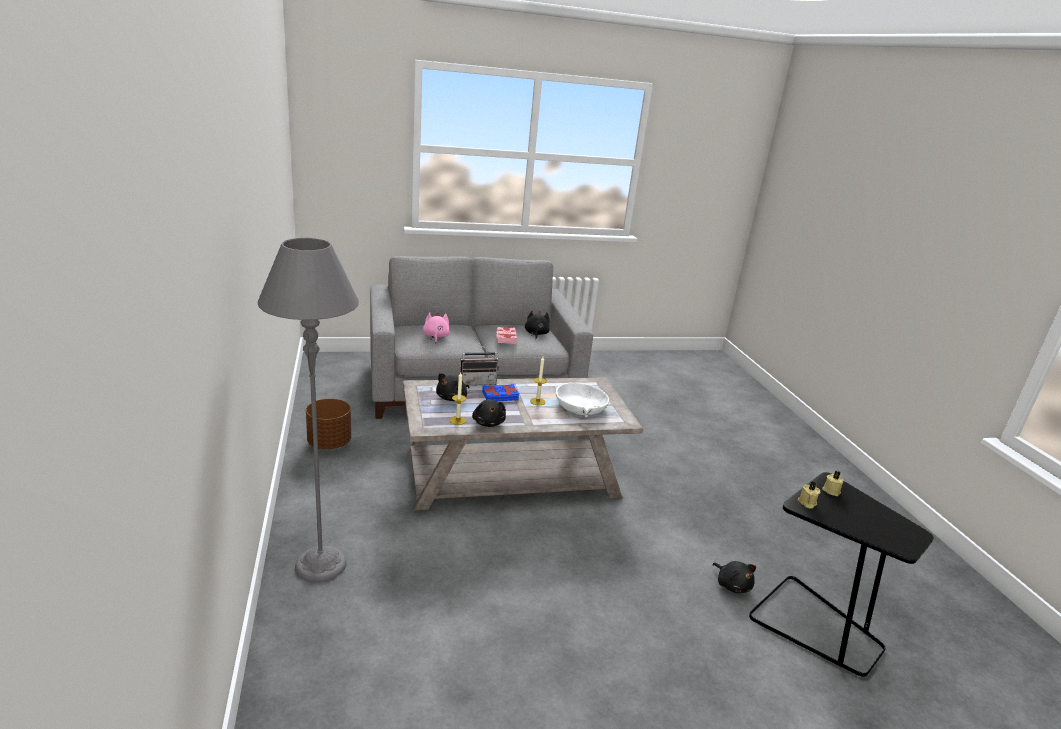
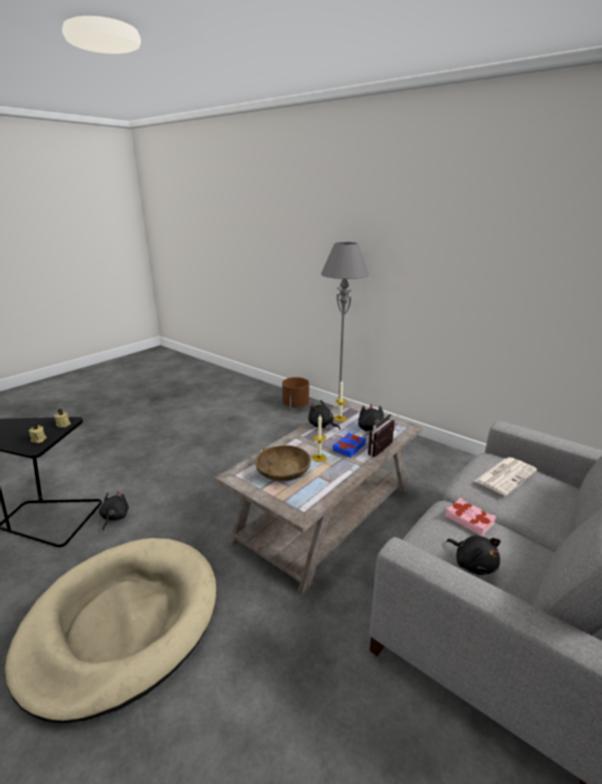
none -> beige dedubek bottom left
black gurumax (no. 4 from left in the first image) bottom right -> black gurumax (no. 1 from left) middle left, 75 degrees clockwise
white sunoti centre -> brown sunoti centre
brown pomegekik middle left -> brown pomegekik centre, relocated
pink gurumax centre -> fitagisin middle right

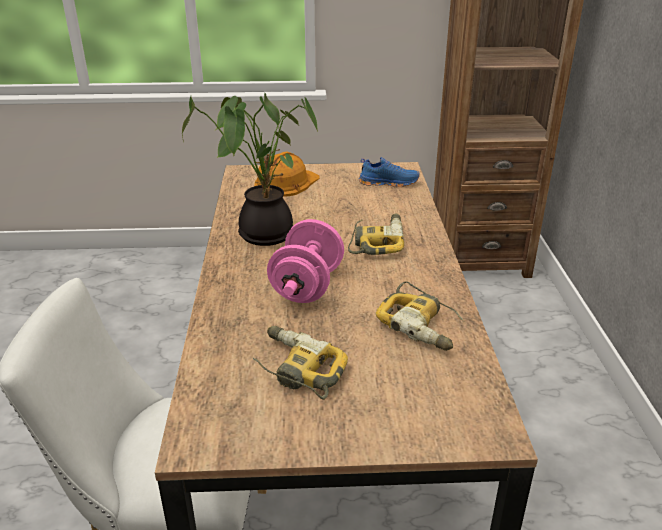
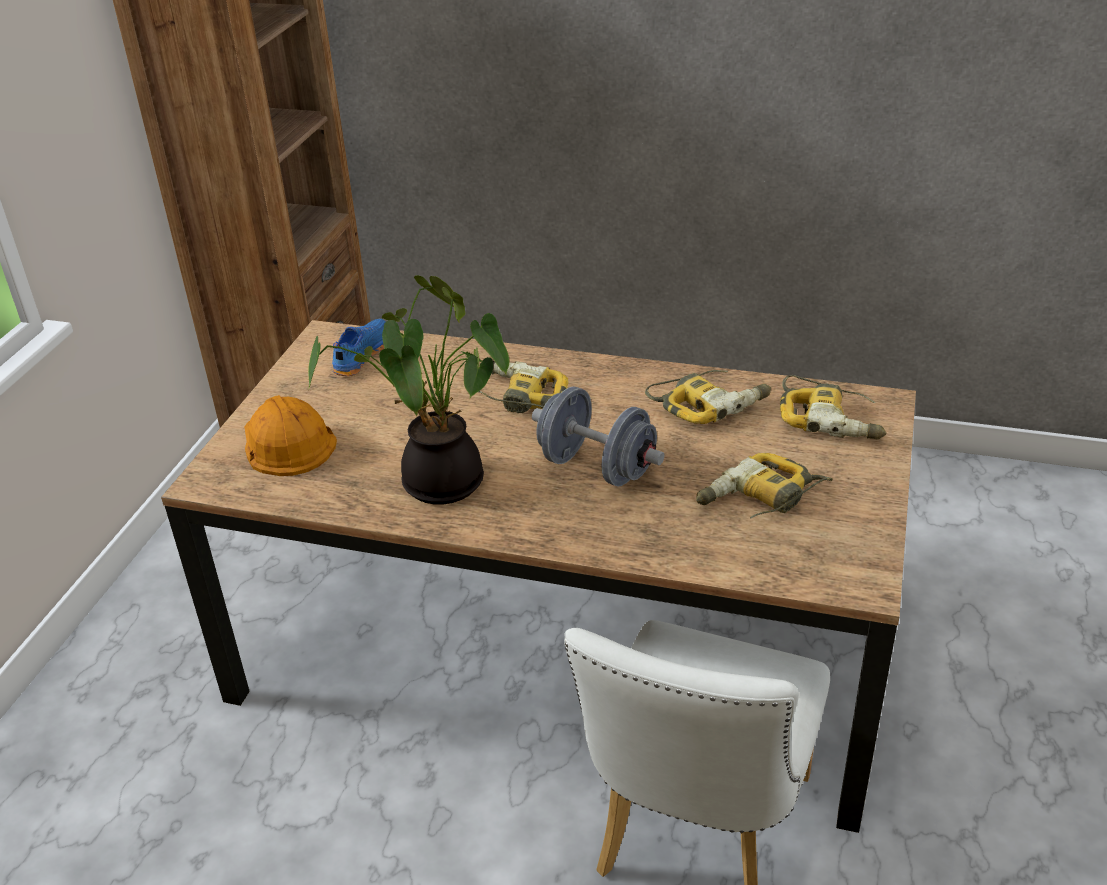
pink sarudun centre -> grey sarudun centre
none -> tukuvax (no. 4 from left) middle right

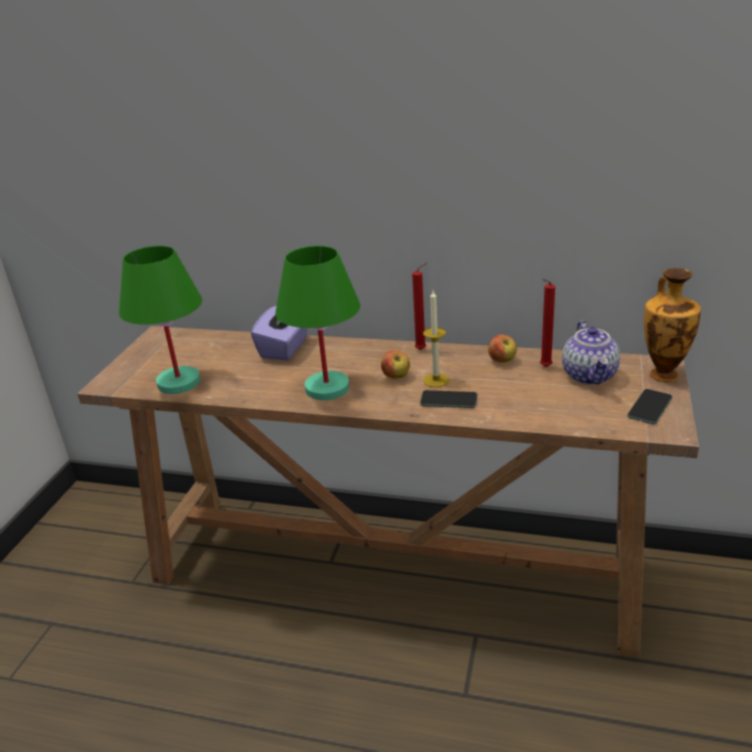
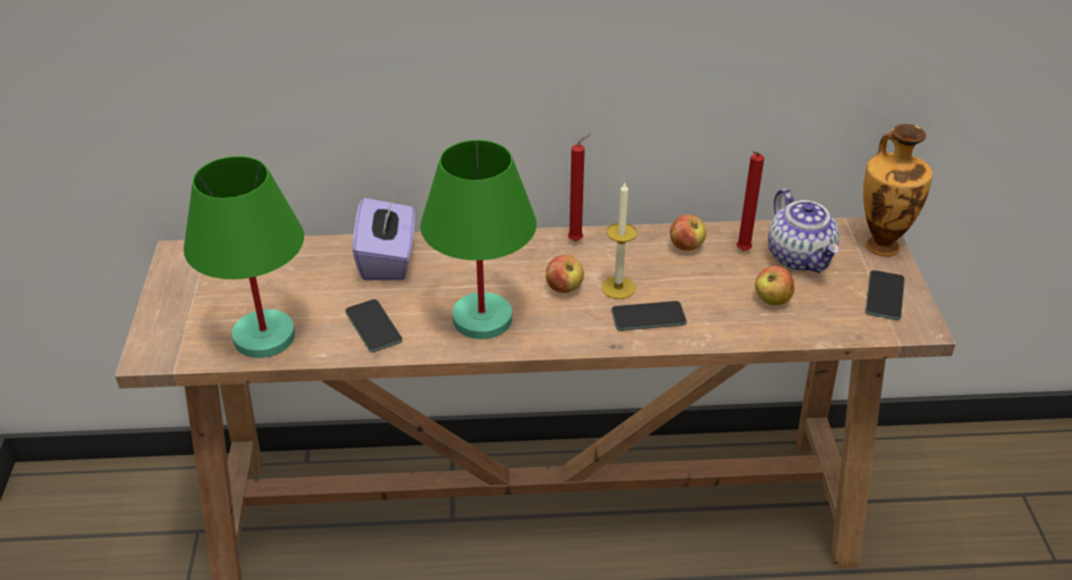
none -> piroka (no. 1 from left) centre
none -> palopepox (no. 3 from left) middle right

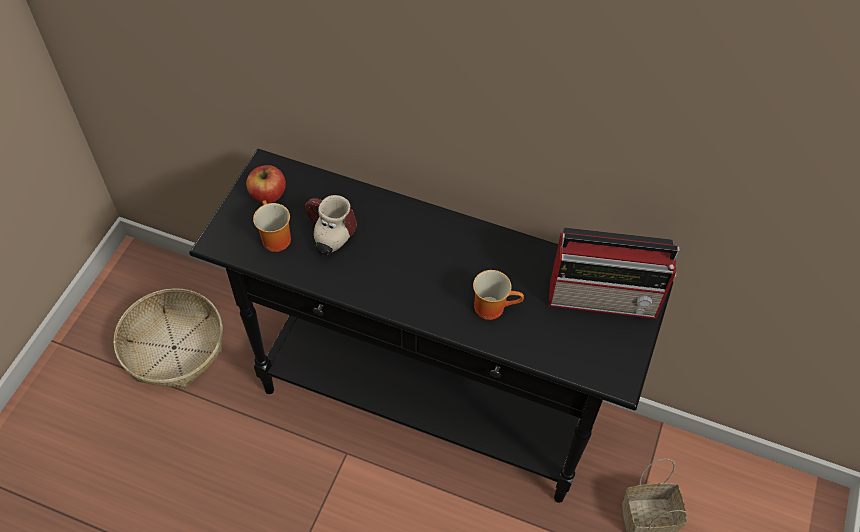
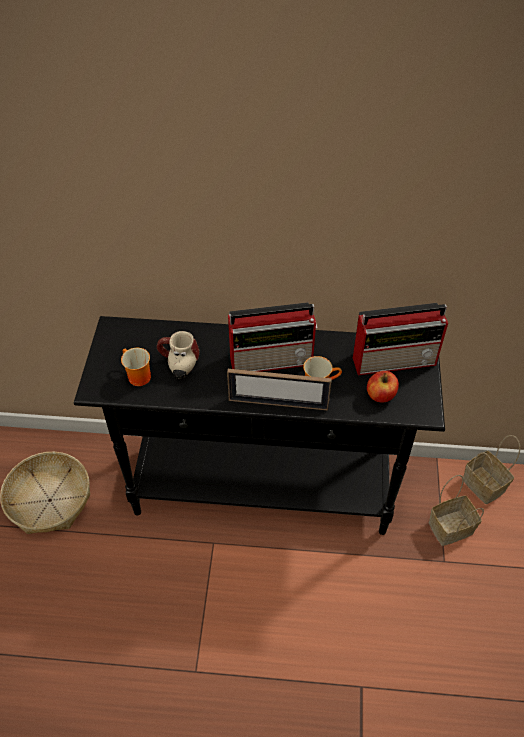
none -> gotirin centre
none -> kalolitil (no. 1 from left) centre
palopepox middle left -> palopepox middle right, relocated
none -> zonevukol (no. 3 from left) middle right

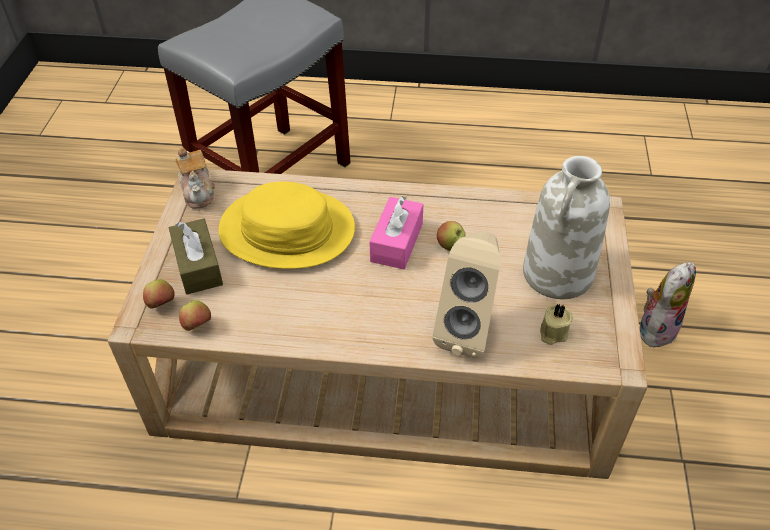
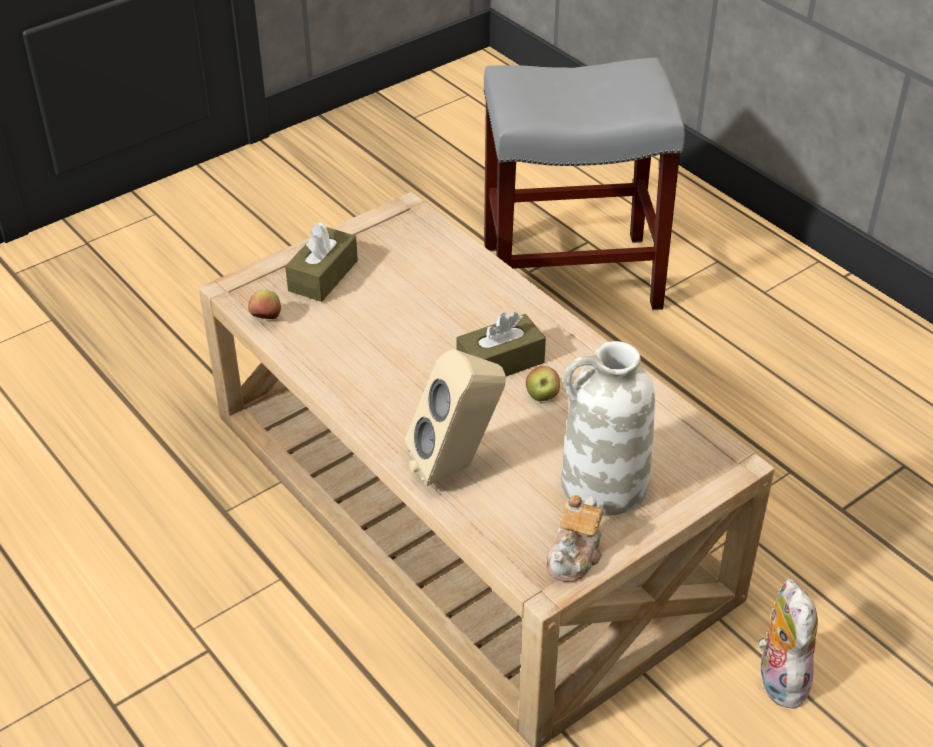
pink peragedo centre -> brown peragedo (no. 2 from left) centre
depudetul middle left -> depudetul bottom centre, relocated
gurumax middle right -> gurumax bottom right, 90 degrees counterclockwise
palopepox (no. 1 from left) middle left -> none
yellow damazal centre -> none
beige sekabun middle right -> none

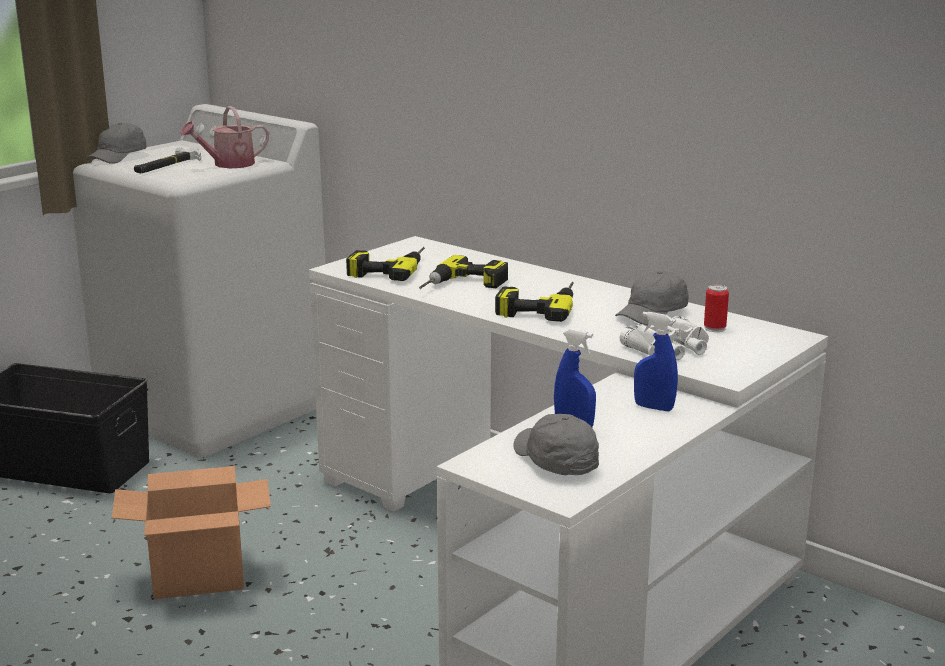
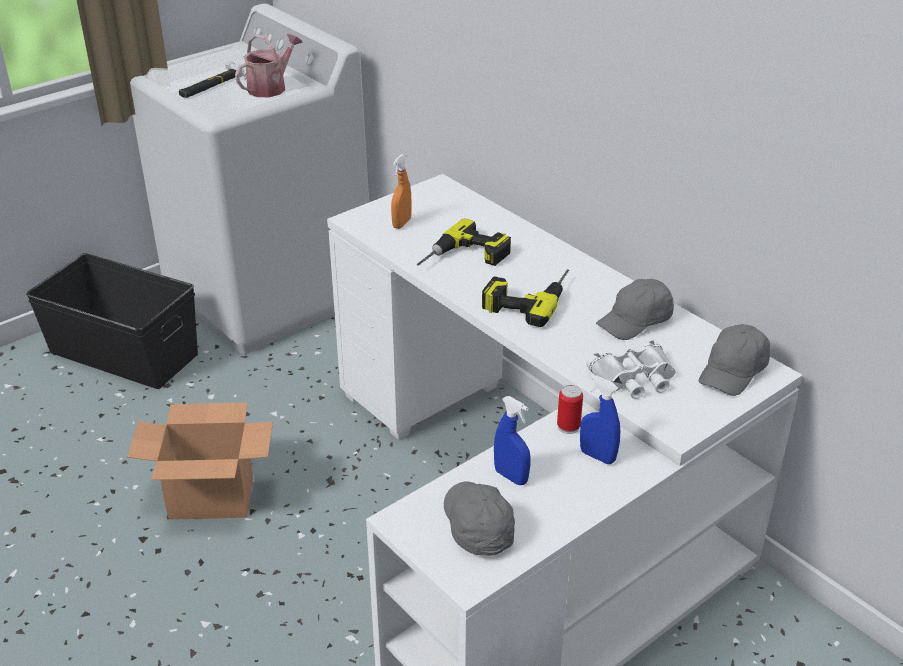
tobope top left, 150 degrees clockwise
tukuvax (no. 1 from left) centre -> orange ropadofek top centre
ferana middle right -> ferana centre, relocated
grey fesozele (no. 1 from left in the first image) top left -> grey fesozele (no. 3 from left) middle right, relocated

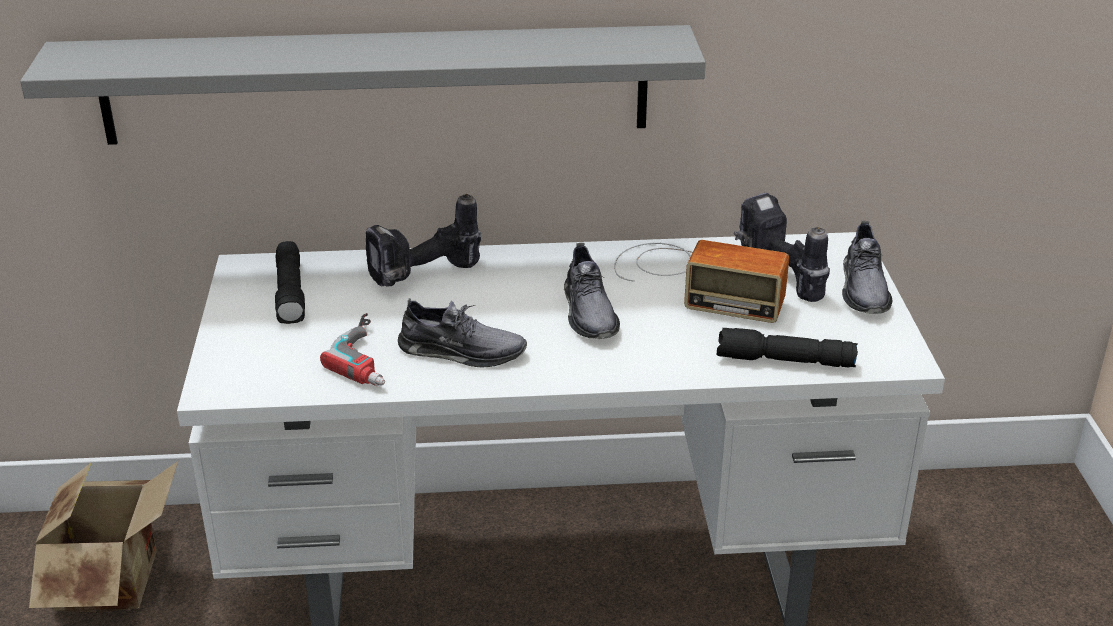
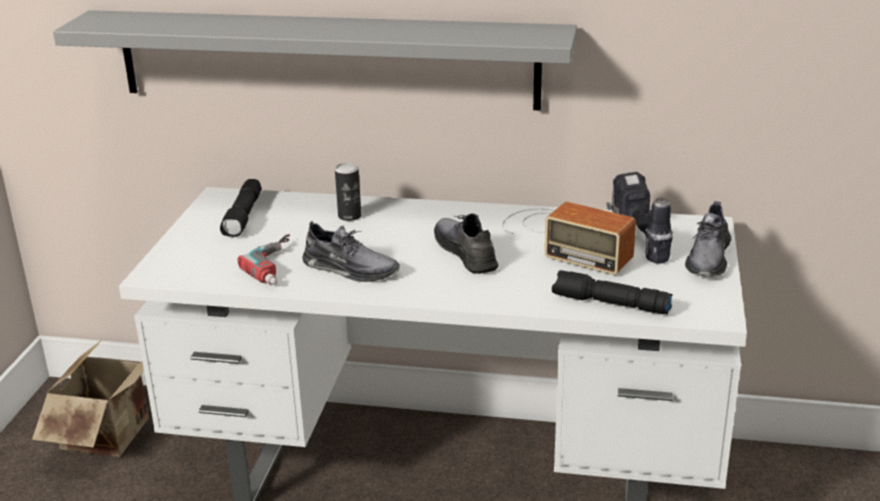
tukuvax (no. 2 from left) centre -> ferana centre
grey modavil (no. 2 from left) centre, 150 degrees clockwise

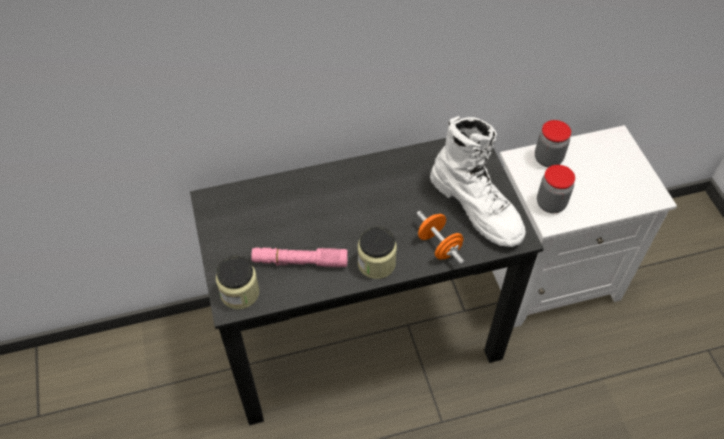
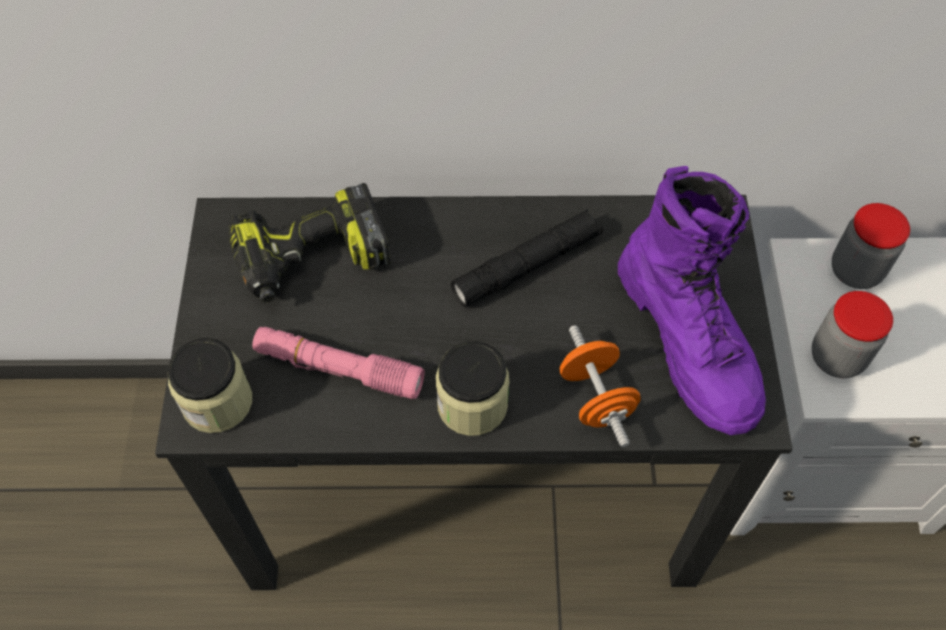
none -> tukuvax middle left
none -> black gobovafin centre
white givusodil centre -> purple givusodil middle right

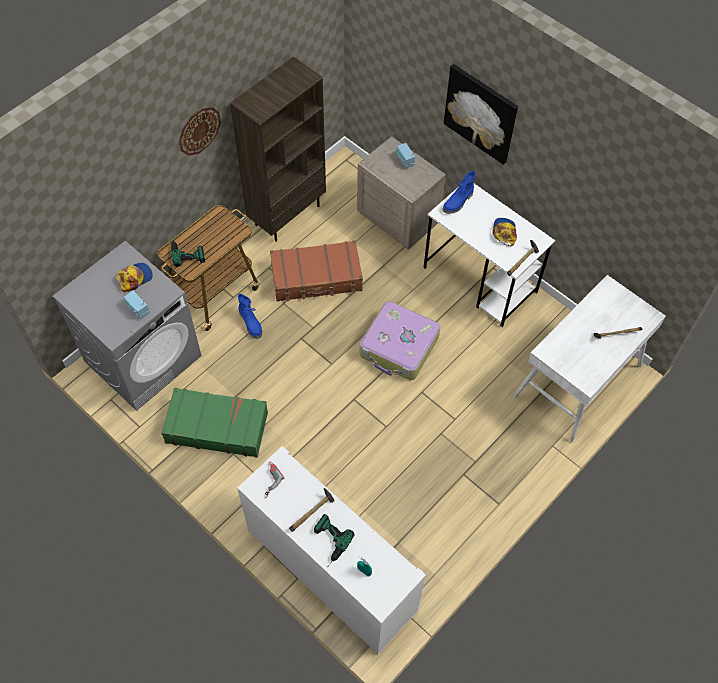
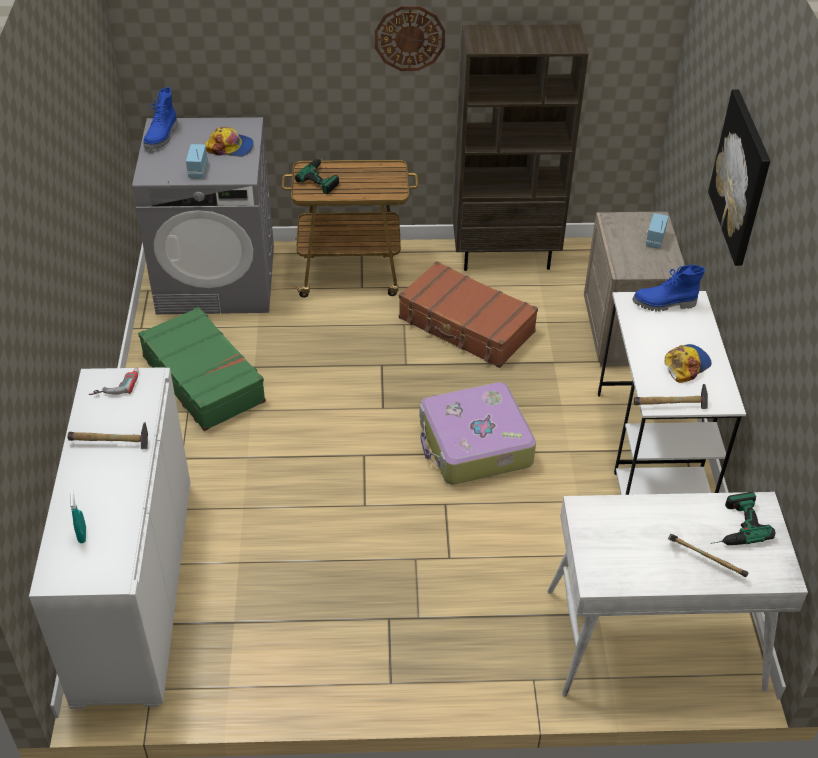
blue givusodil (no. 1 from left) centre -> blue givusodil (no. 1 from left) top left, relocated
tukuvax (no. 3 from left) bottom centre -> tukuvax (no. 3 from left) bottom right, relocated

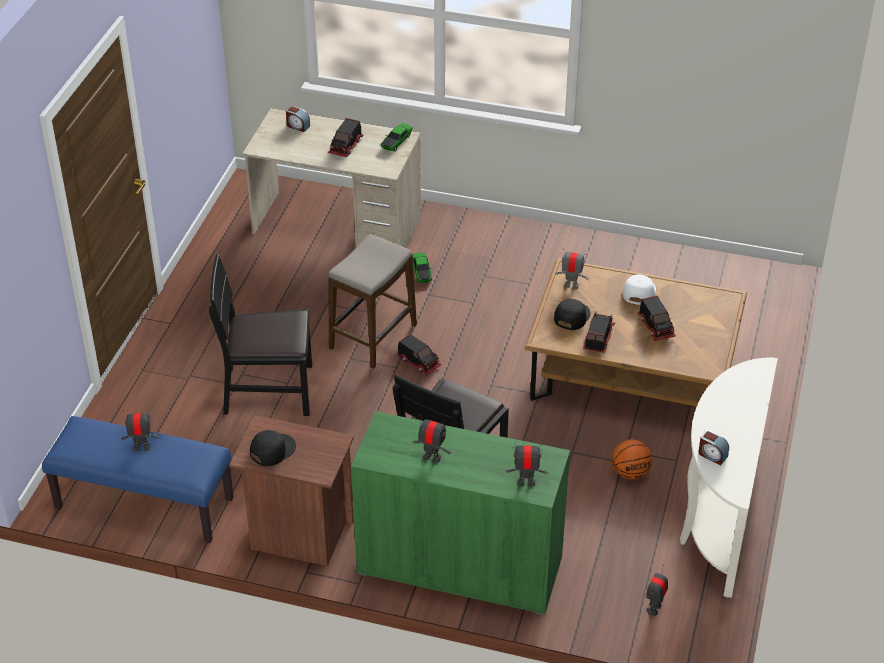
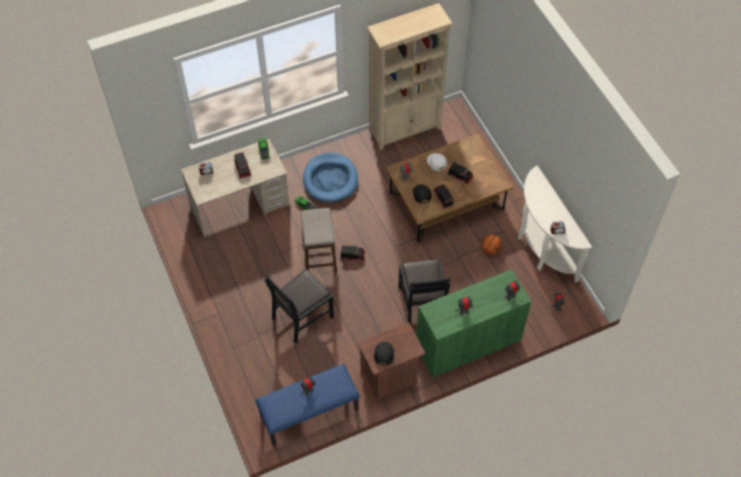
none -> blue dedubek centre
none -> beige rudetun top centre

